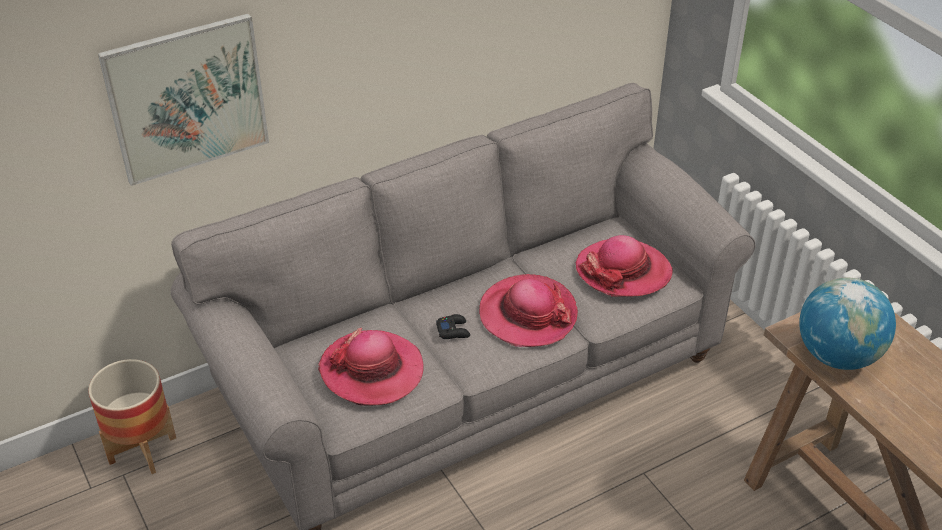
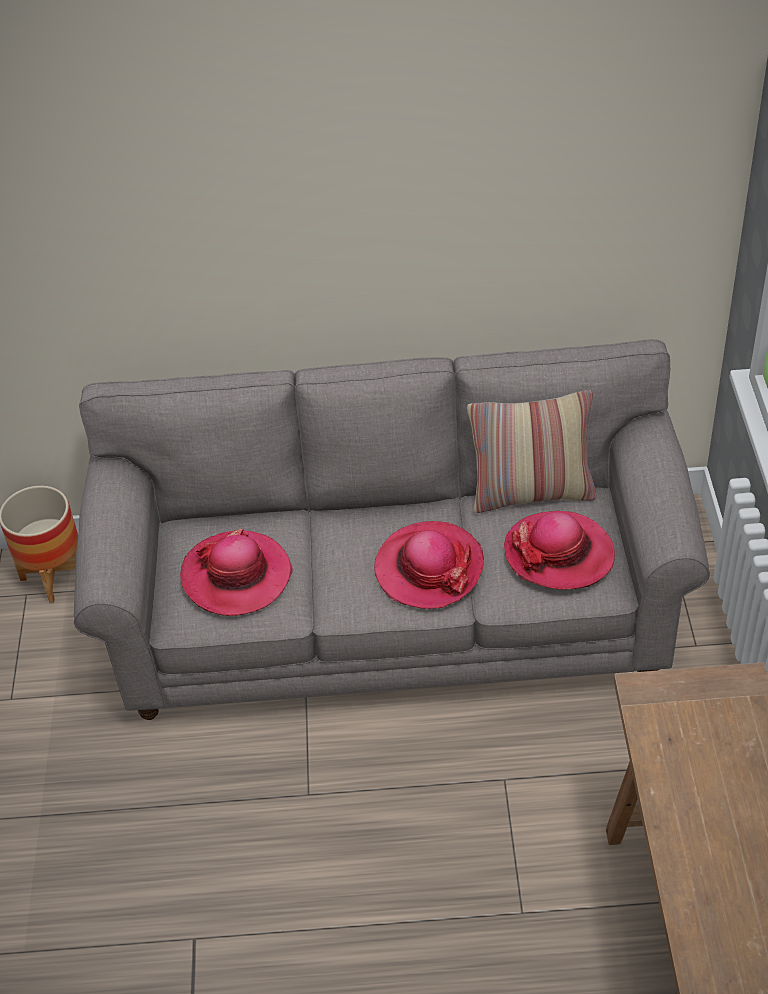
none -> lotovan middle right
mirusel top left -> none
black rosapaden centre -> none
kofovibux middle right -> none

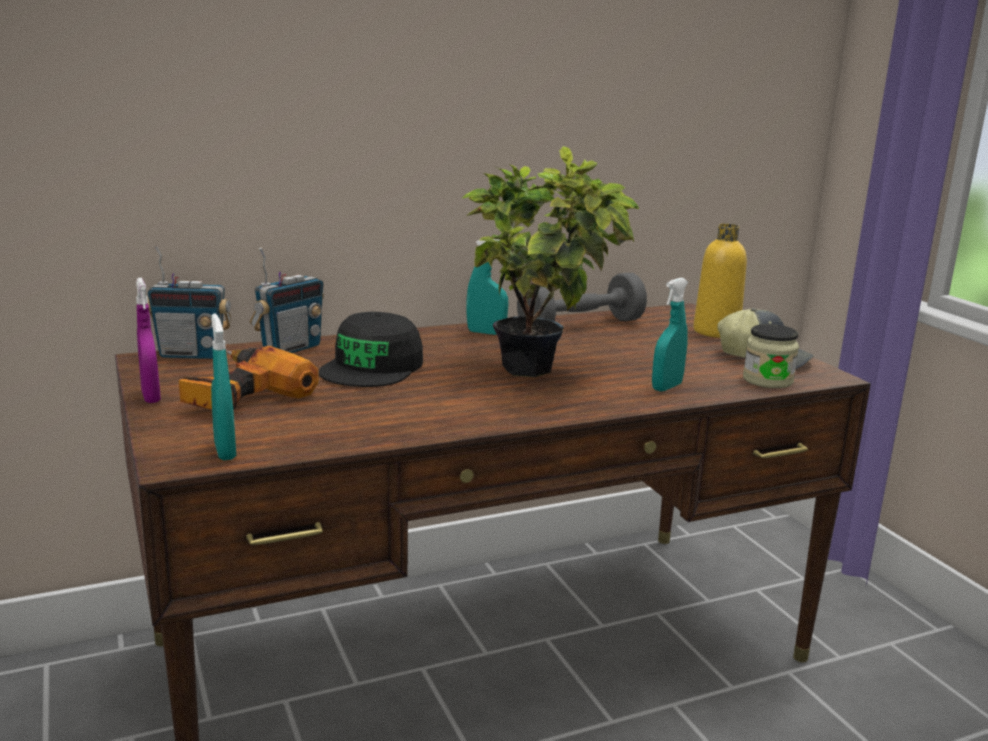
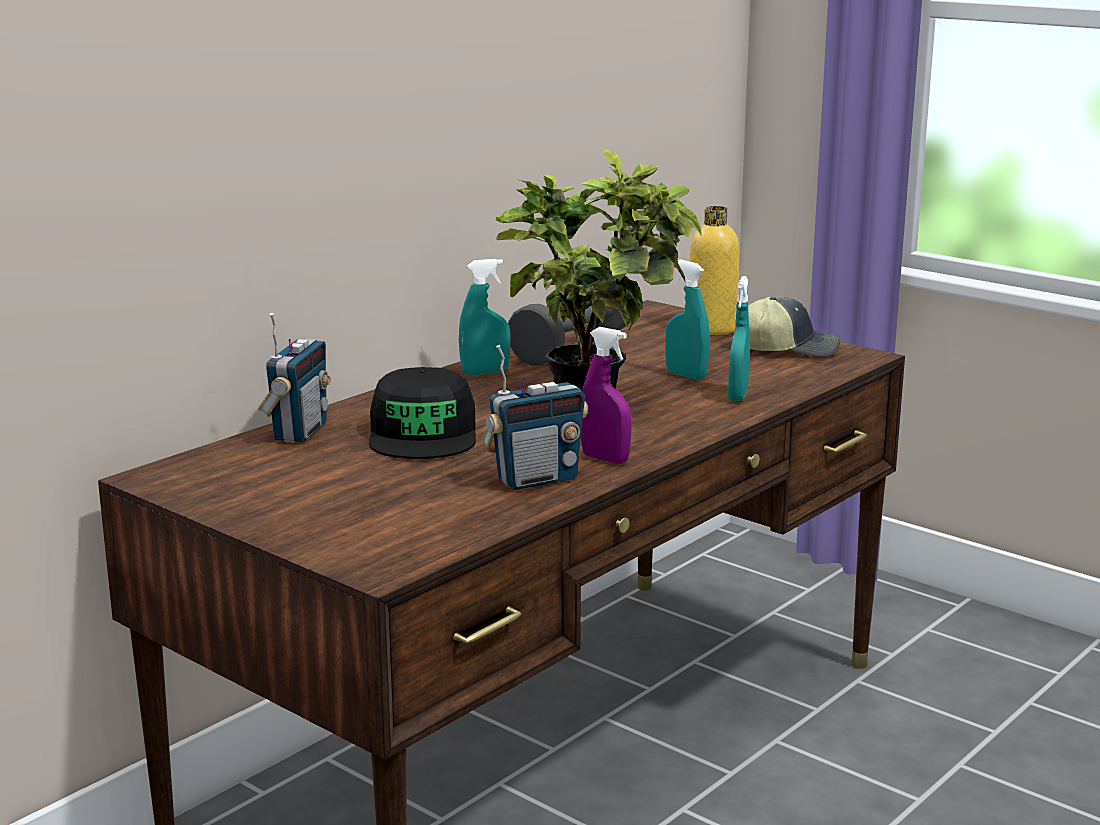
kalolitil (no. 1 from left in the first image) middle left -> kalolitil (no. 2 from left) centre, relocated
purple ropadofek middle left -> purple ropadofek centre, relocated
turquoise ropadofek (no. 1 from left in the first image) middle left -> turquoise ropadofek (no. 2 from left) centre, relocated
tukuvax middle left -> none
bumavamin middle right -> none

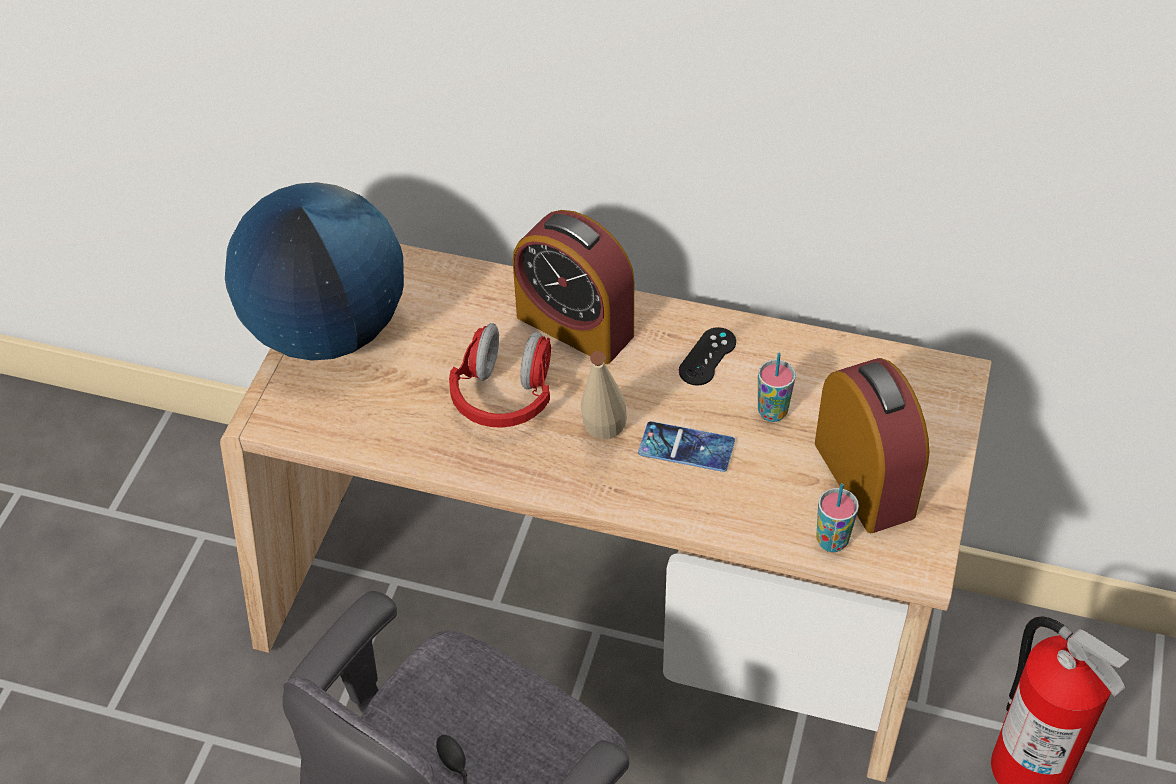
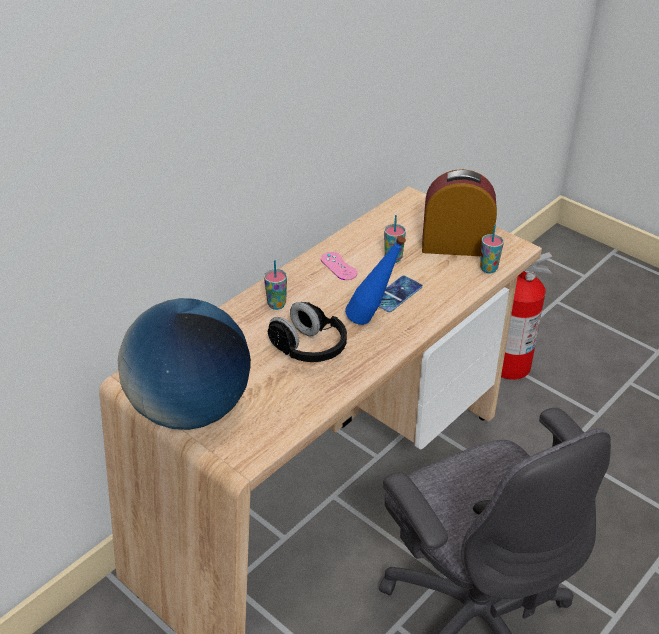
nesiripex (no. 1 from left) centre -> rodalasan (no. 1 from left) centre
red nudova centre -> black nudova centre
black rosapaden centre -> pink rosapaden centre
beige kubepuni centre -> blue kubepuni centre

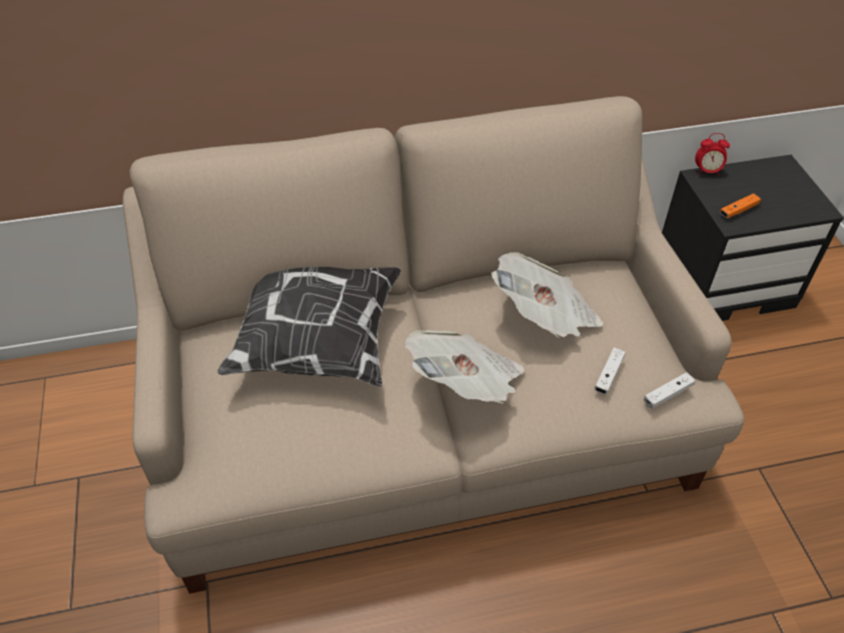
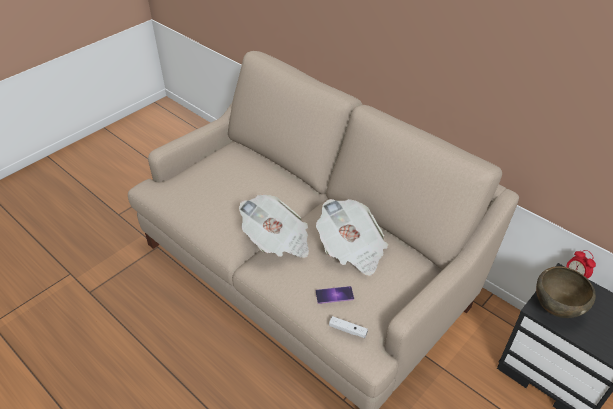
white rosapaden (no. 1 from left) middle right -> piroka bottom centre
orange rosapaden top right -> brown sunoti bottom right
lotovan centre -> none

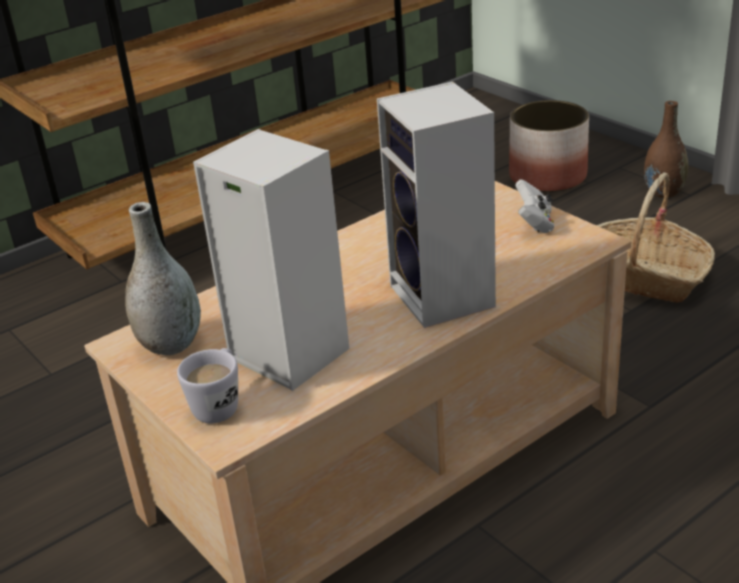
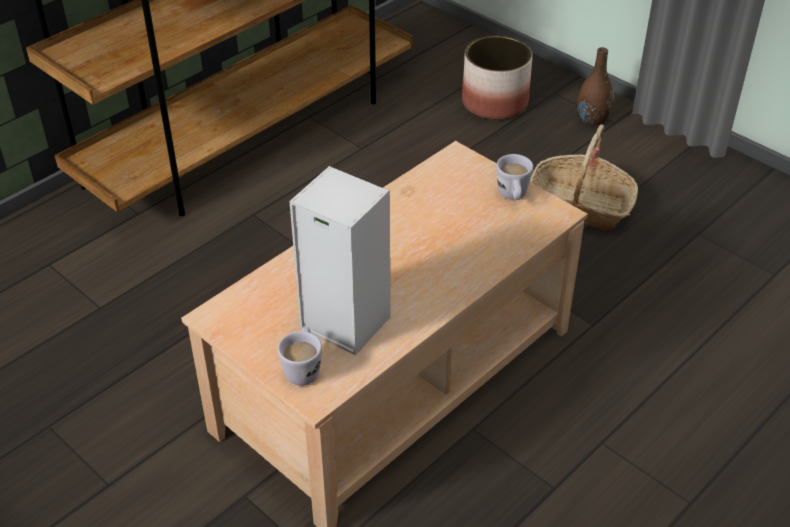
white rosapaden middle right -> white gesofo (no. 2 from left) centre
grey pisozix middle left -> none
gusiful (no. 2 from left) centre -> none

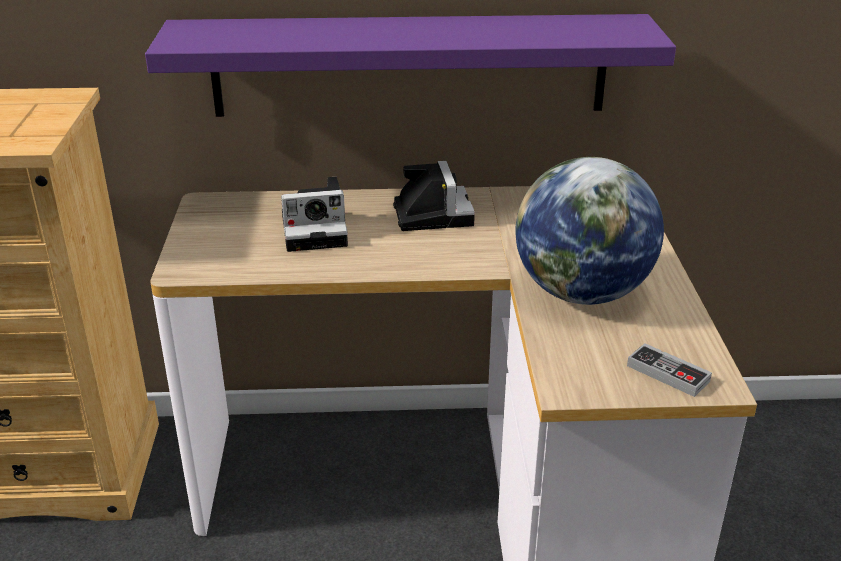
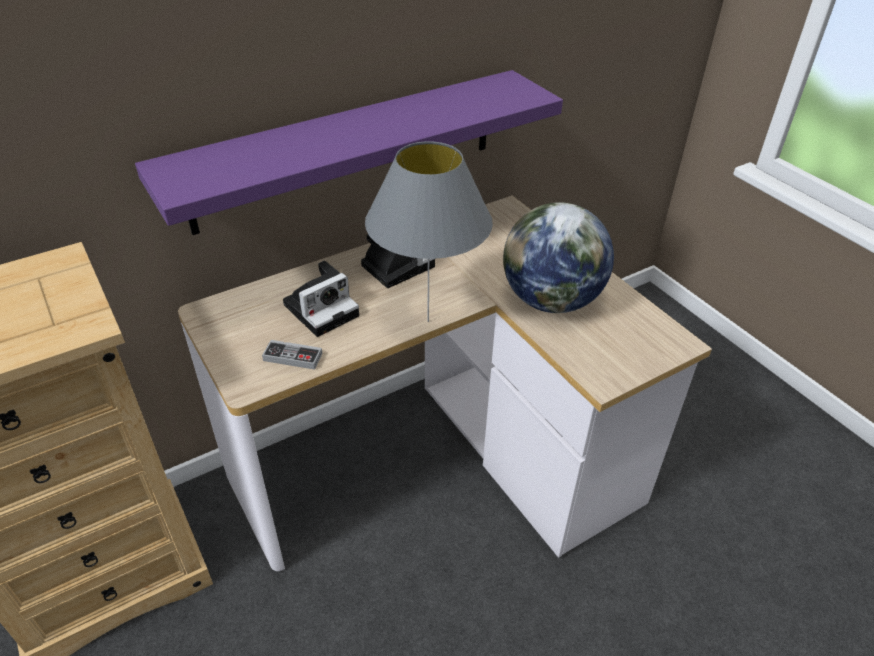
rosapaden middle right -> rosapaden centre, relocated
none -> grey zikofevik centre

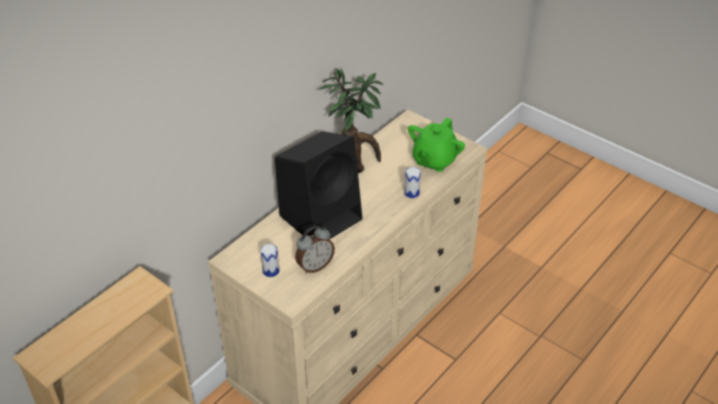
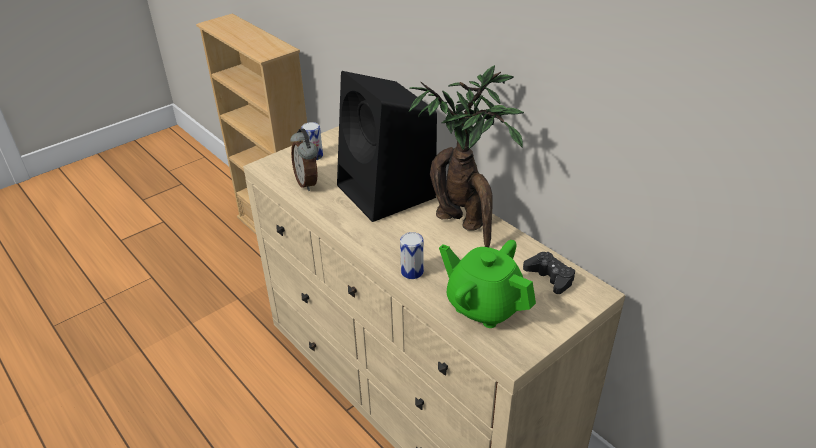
none -> black rosapaden middle right

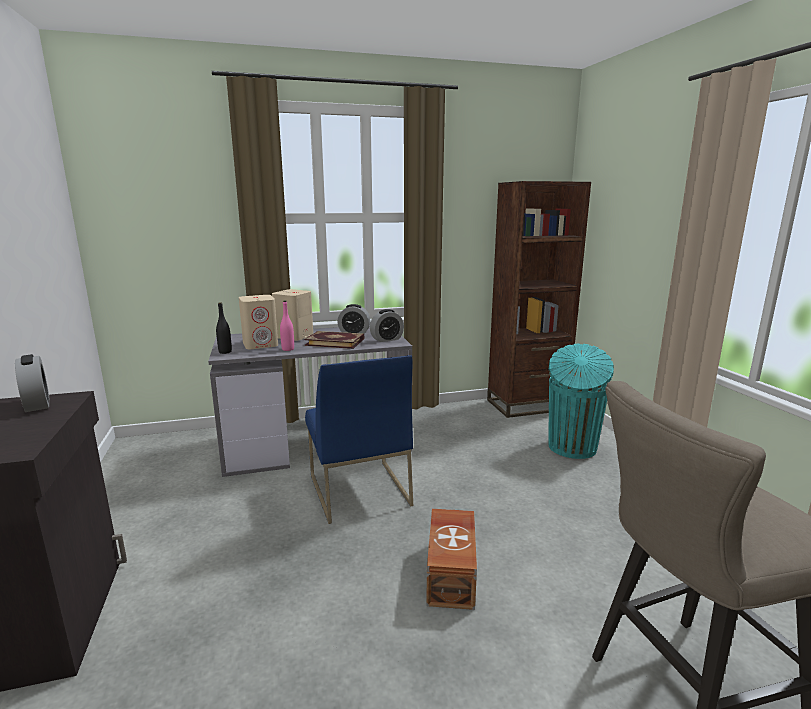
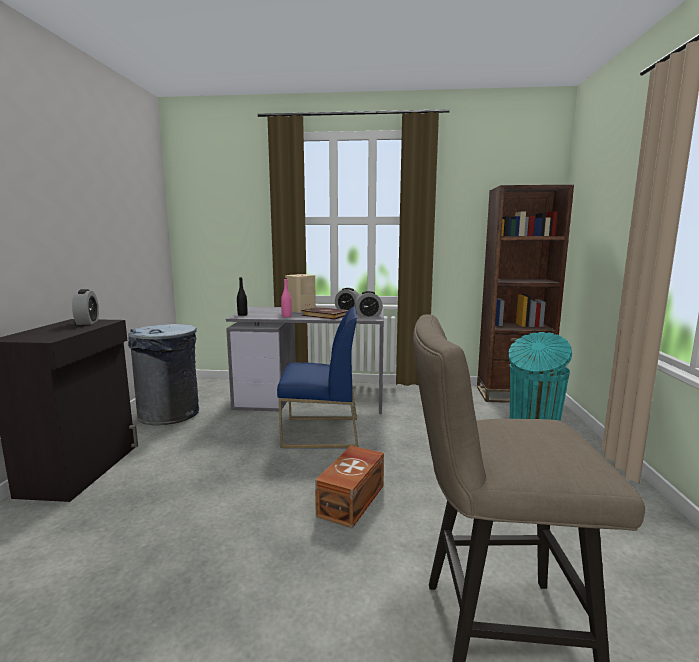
none -> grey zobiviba middle left
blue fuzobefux centre, 90 degrees counterclockwise
beige gusiful (no. 1 from left) middle left -> none

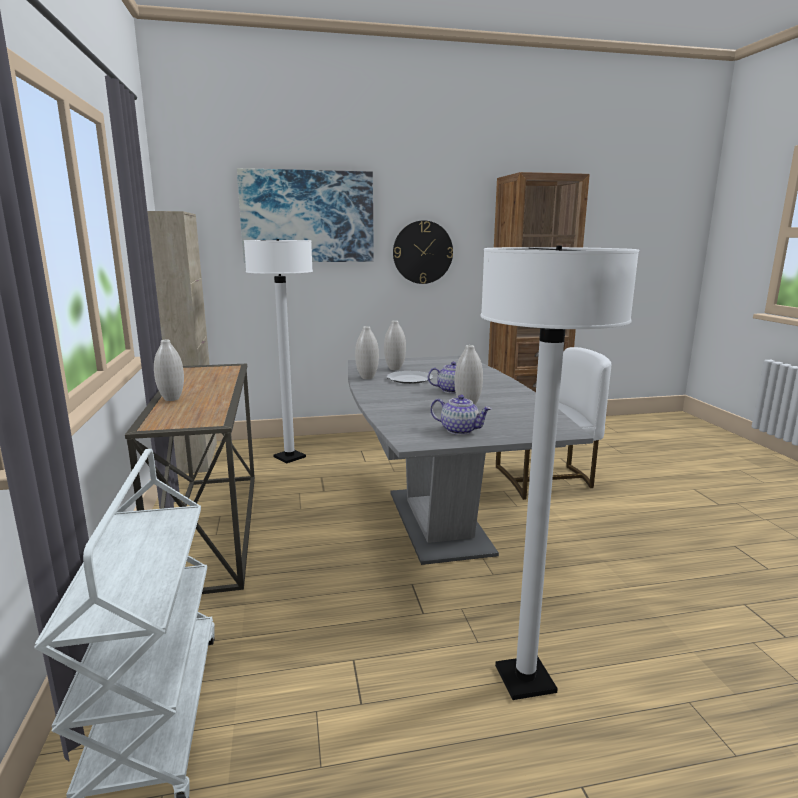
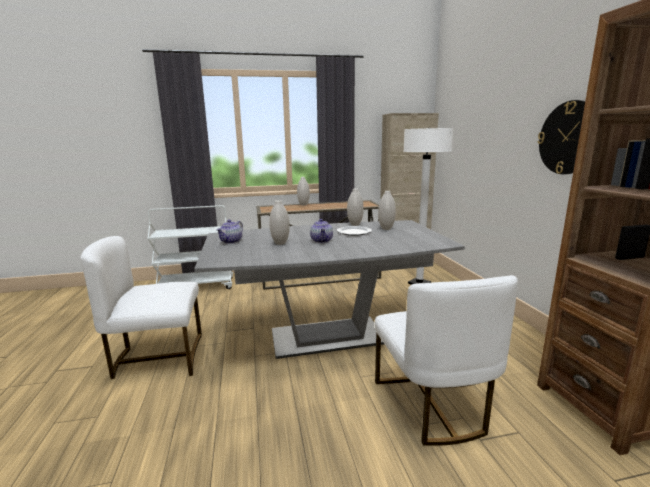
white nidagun (no. 2 from left) middle right -> white fuzobefux (no. 1 from left) middle left
mirusel top centre -> none

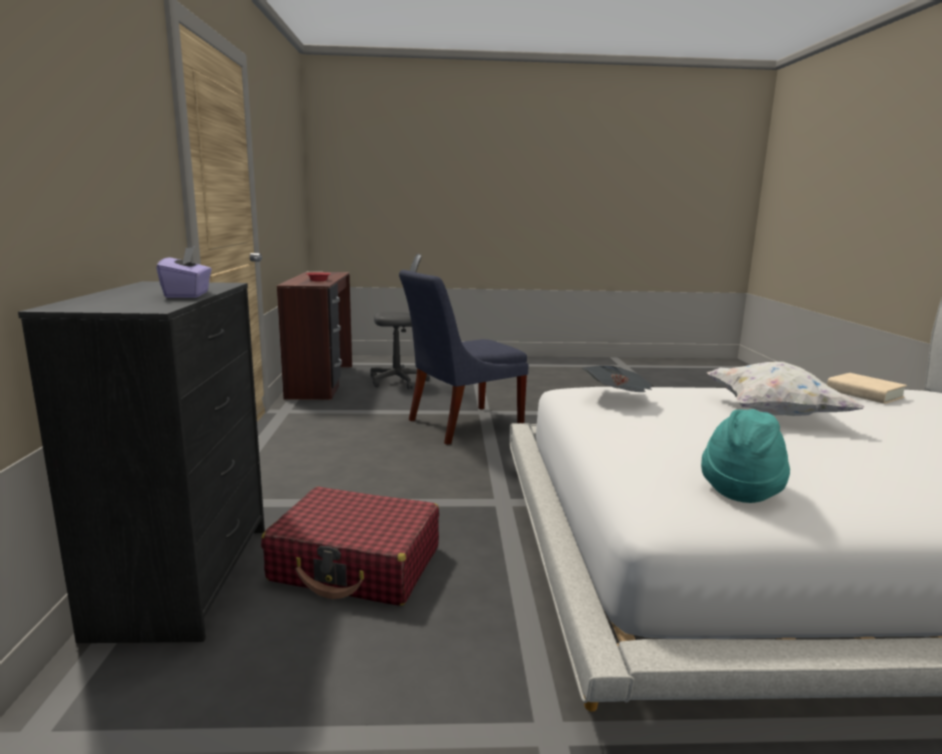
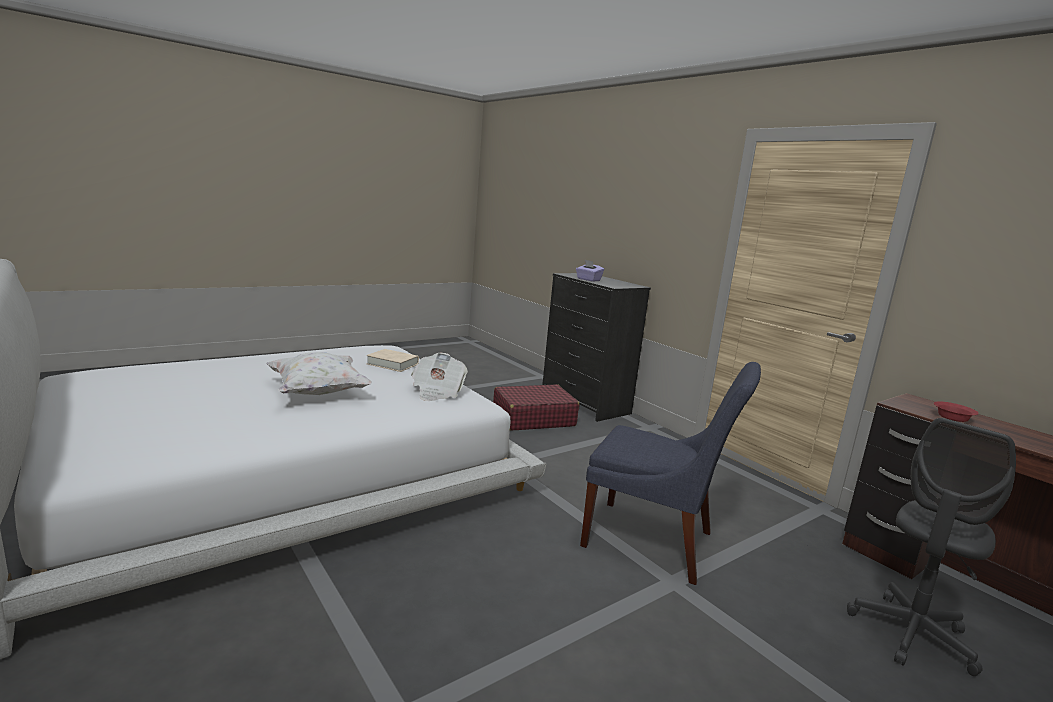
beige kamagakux middle right -> beige kamagakux centre, relocated
blue fuzobefux centre -> blue fuzobefux bottom centre, 90 degrees clockwise
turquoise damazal middle right -> none

